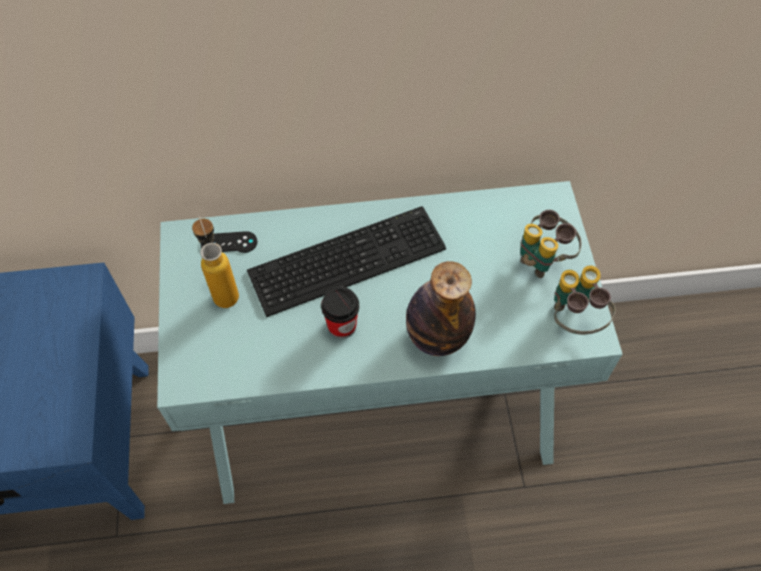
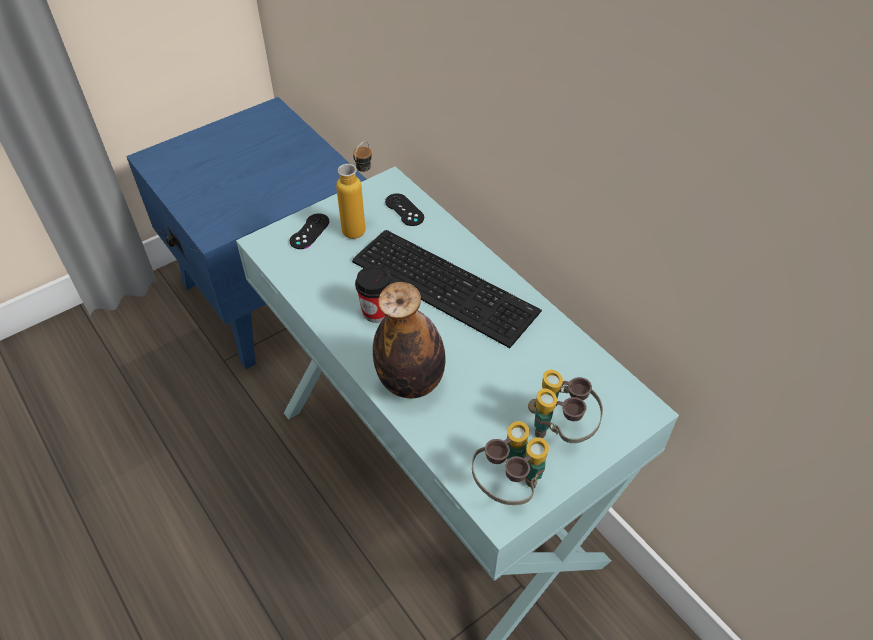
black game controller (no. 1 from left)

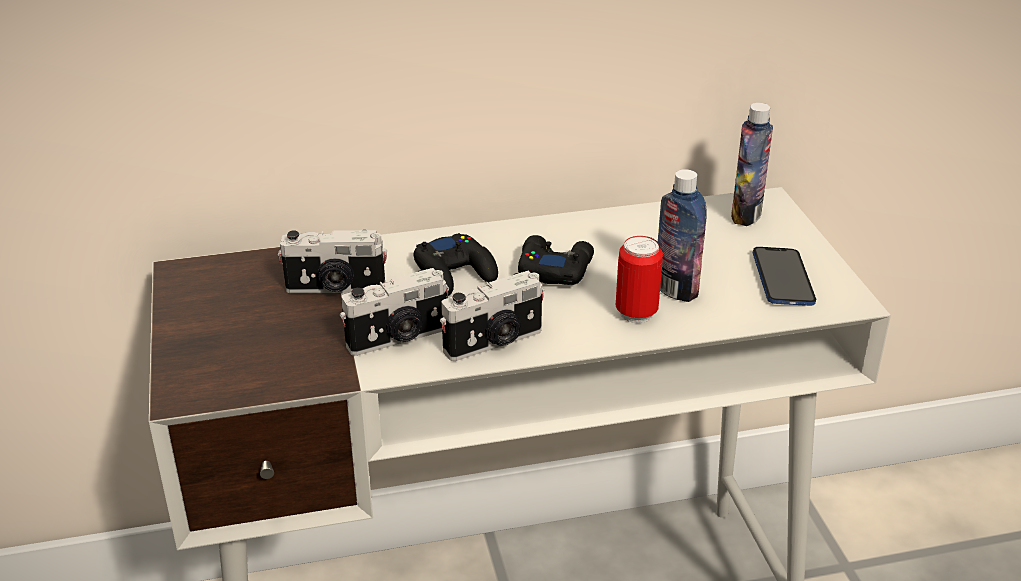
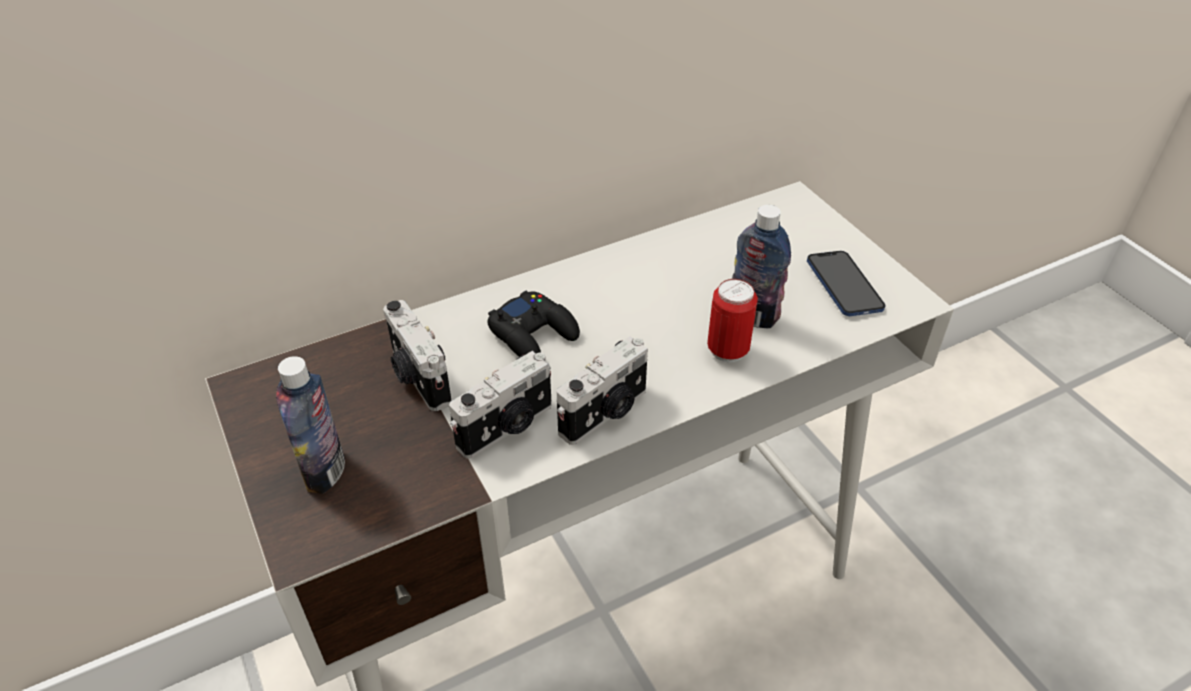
bottle (no. 1 from left)
photo camera (no. 1 from left)
black game controller (no. 2 from left in the first image)

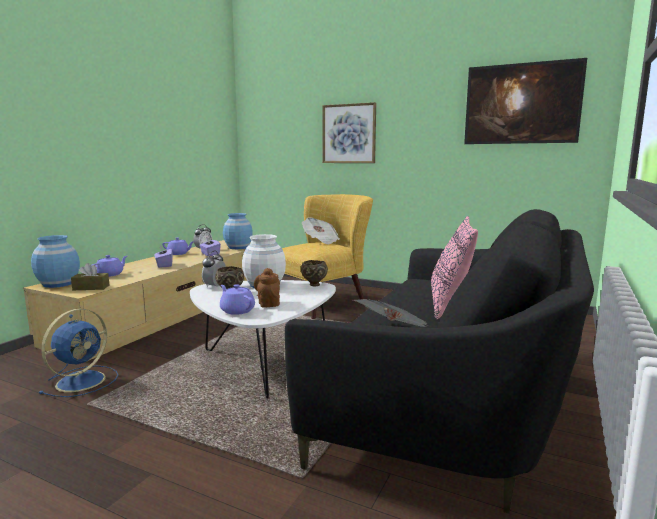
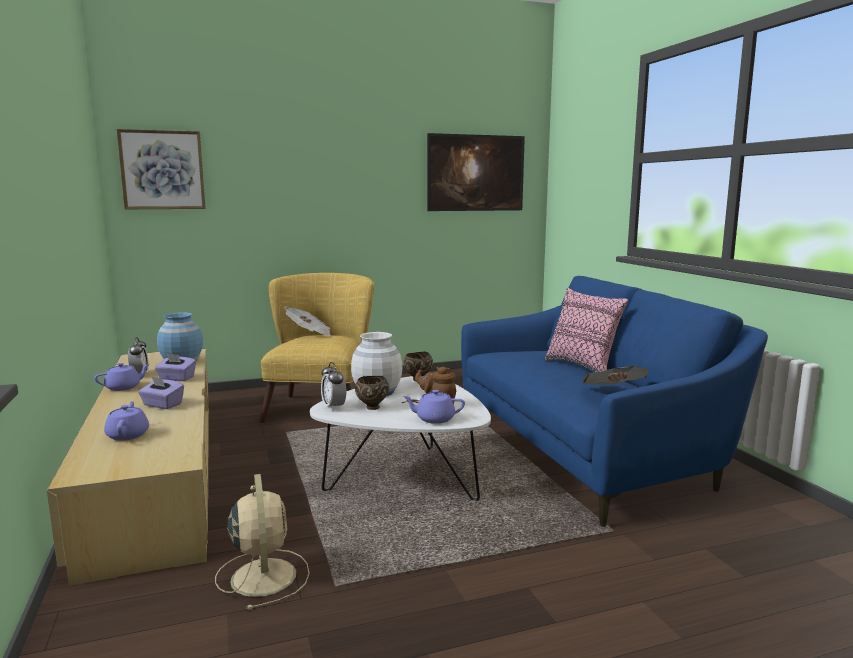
picture (no. 1 from left)
beige fan
blue sofa
blue vase (no. 1 from left in the first image)
brown tissue box

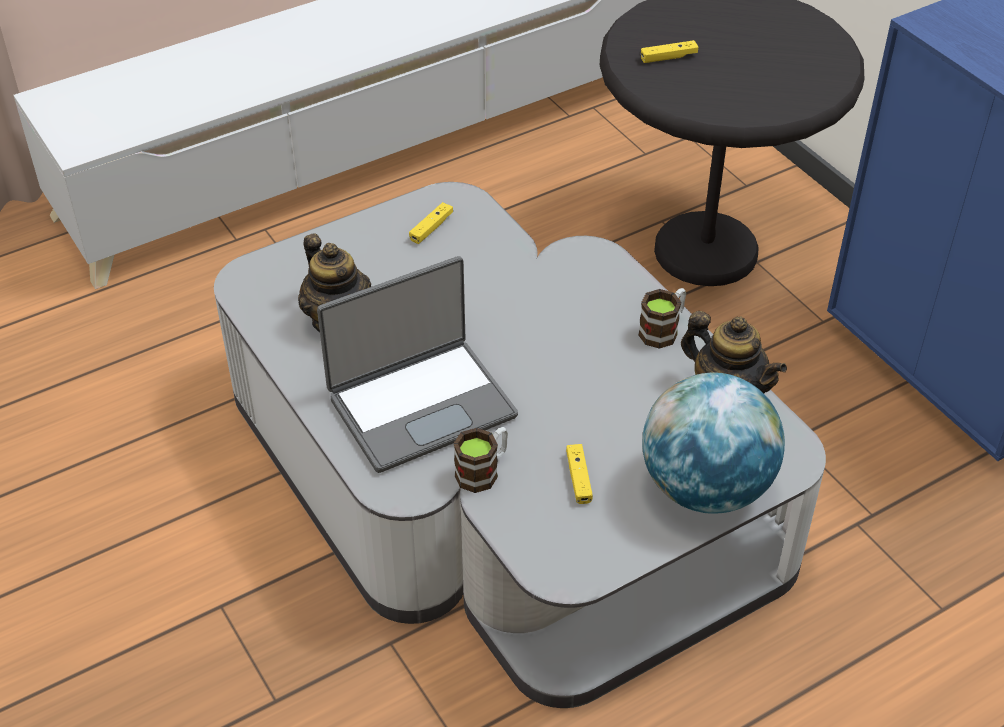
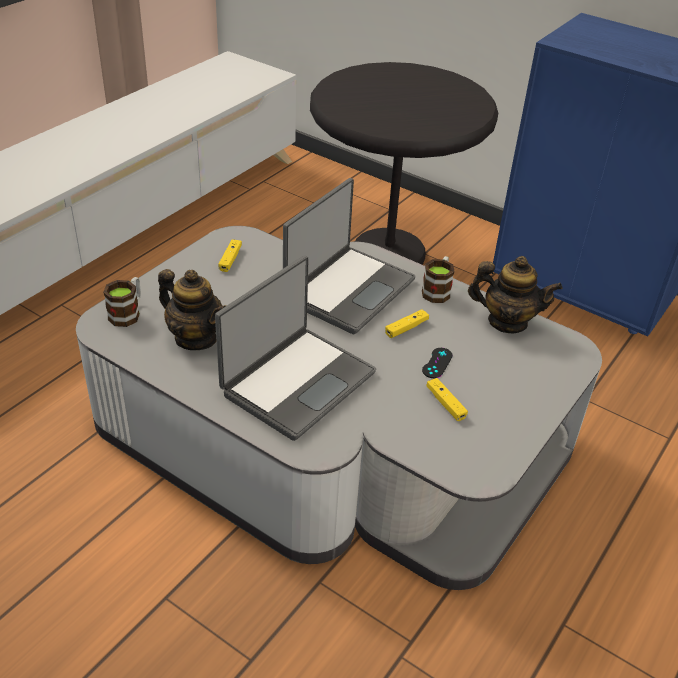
mug (no. 1 from left)
laptop (no. 2 from left)
yellow game controller (no. 2 from left)
black game controller
globe

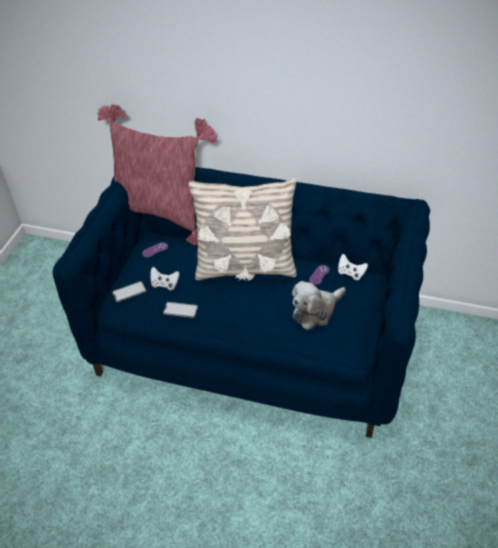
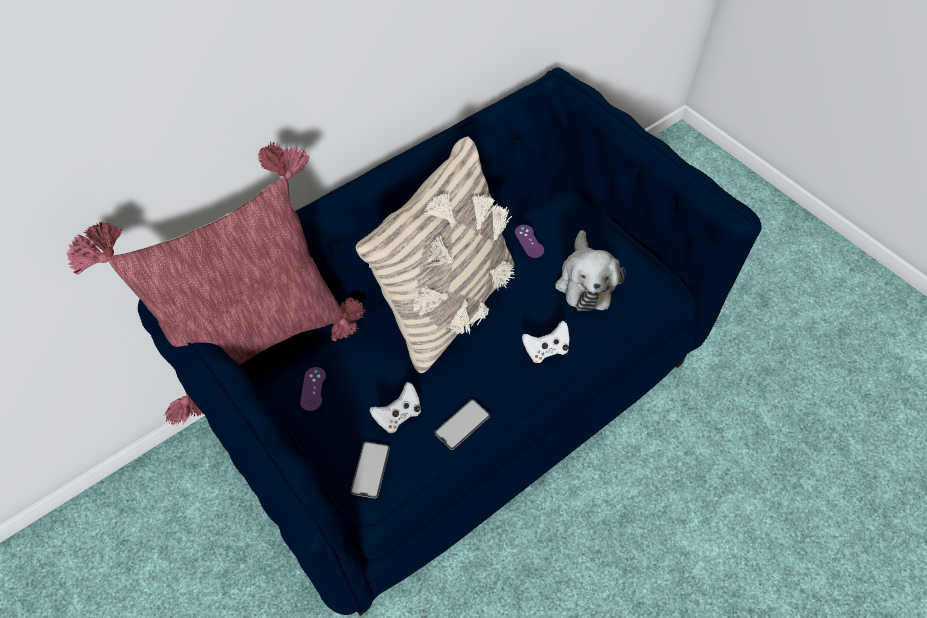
white game controller (no. 2 from left)

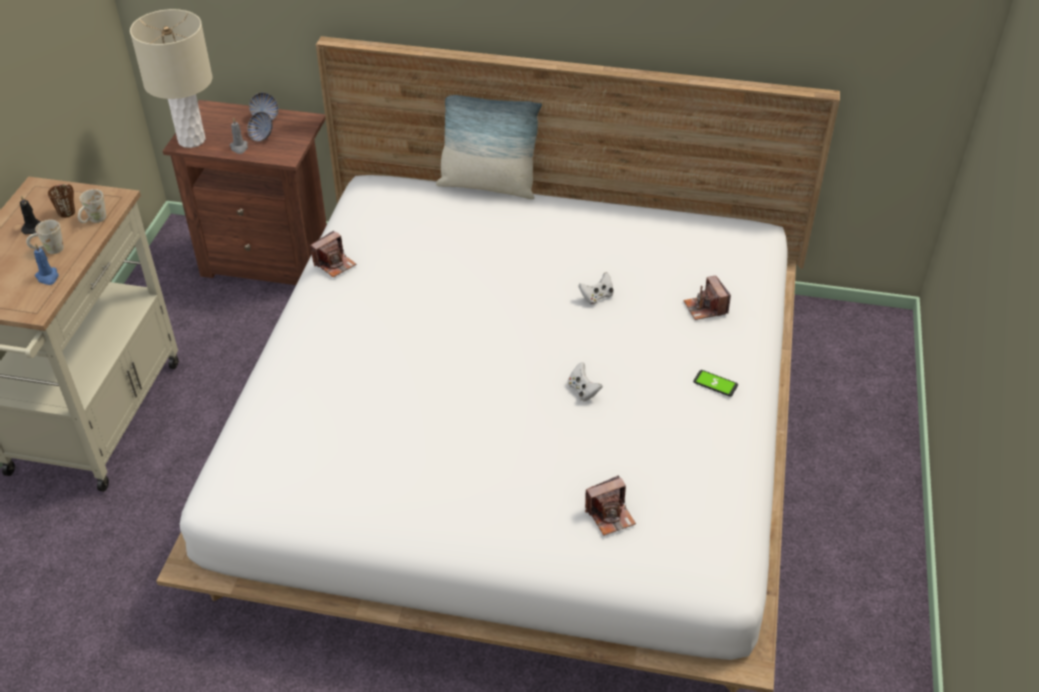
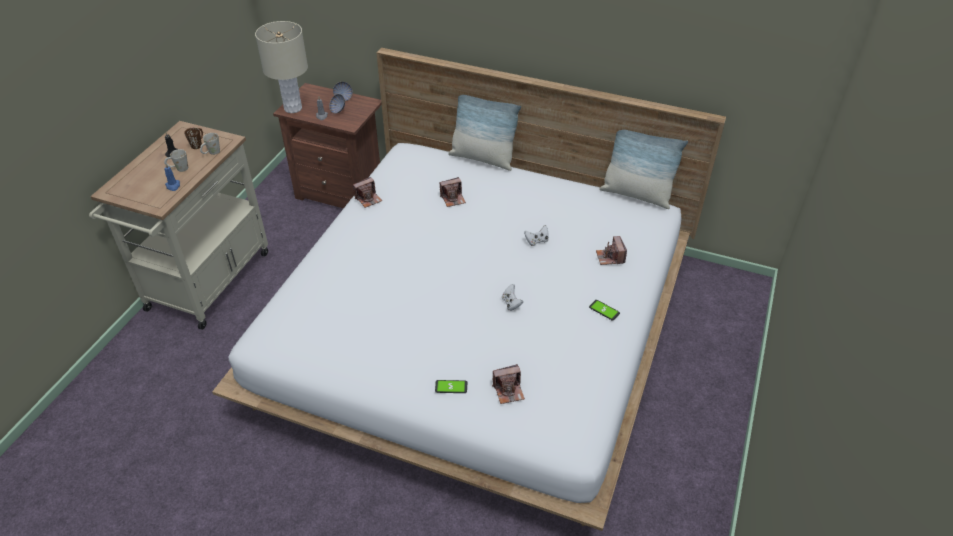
phone (no. 1 from left)
photo camera (no. 2 from left)
pillow (no. 2 from left)

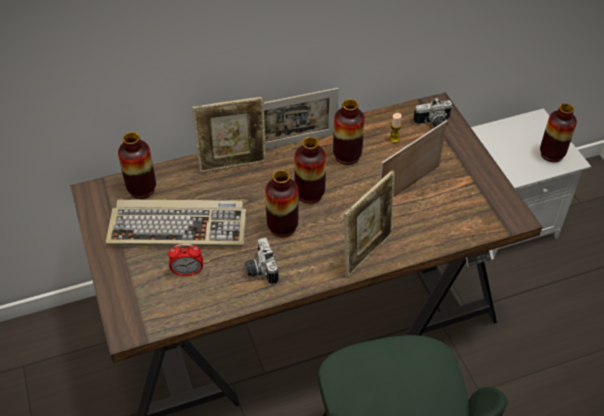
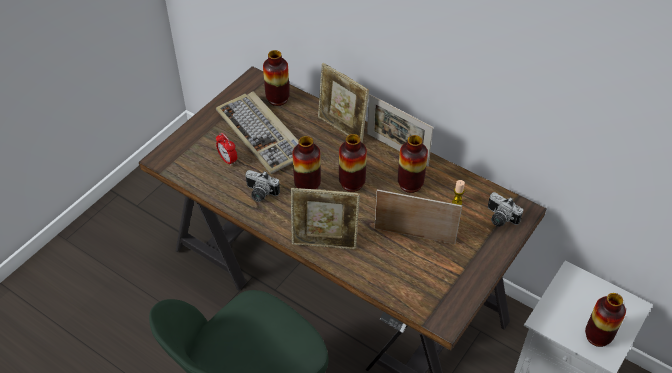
photo camera (no. 1 from left)

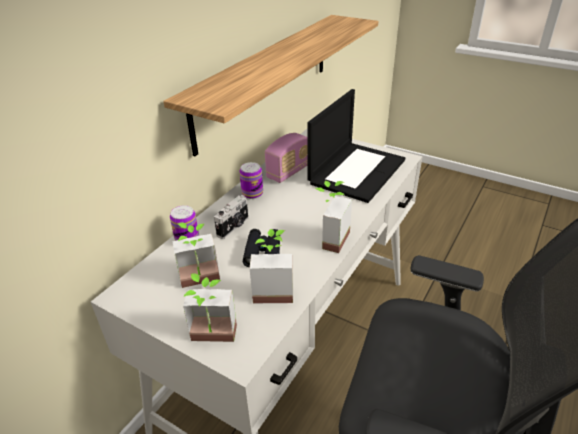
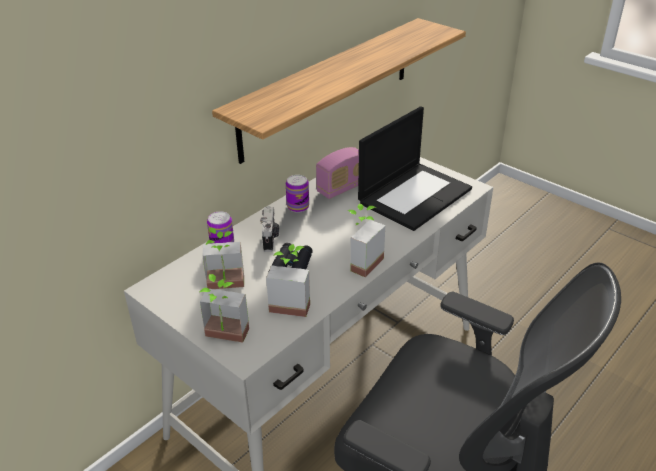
photo camera

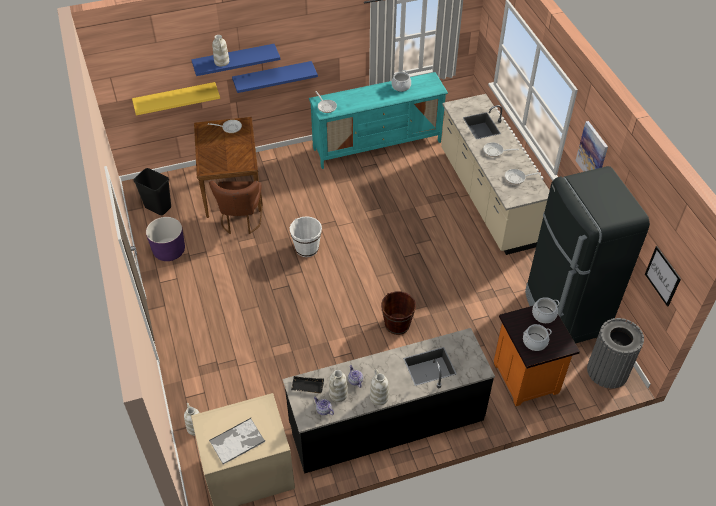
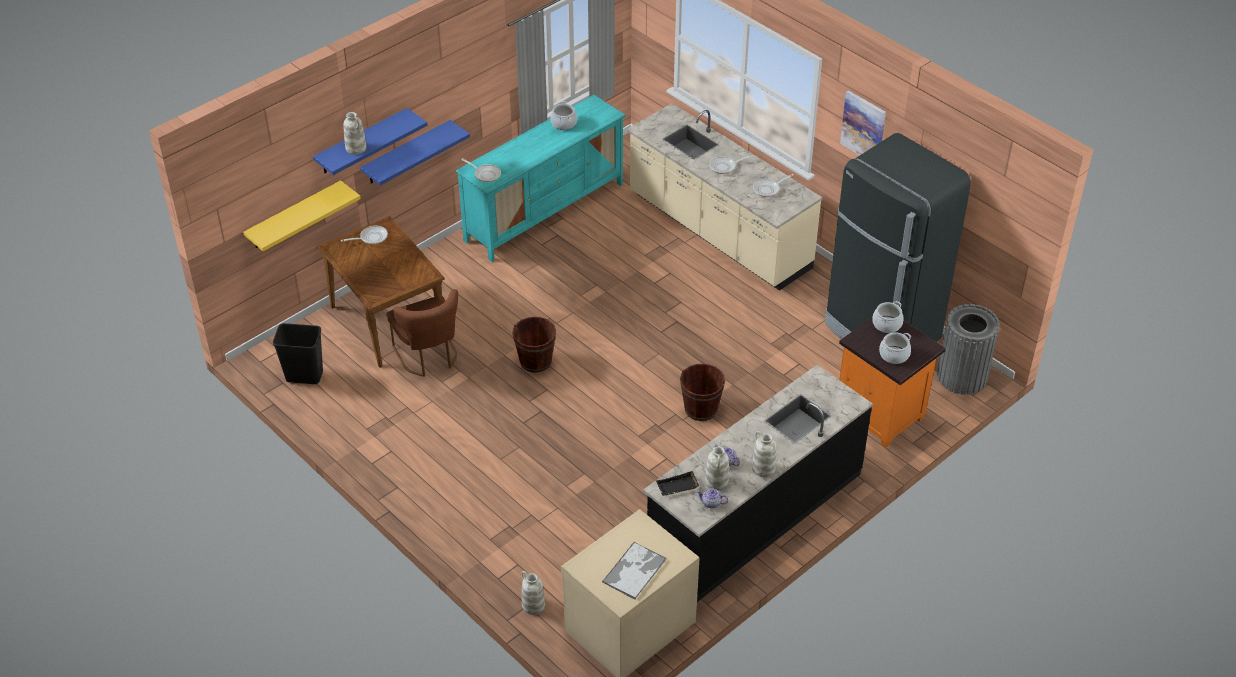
brown bucket (no. 1 from left)
purple planter
picture (no. 2 from left in the first image)

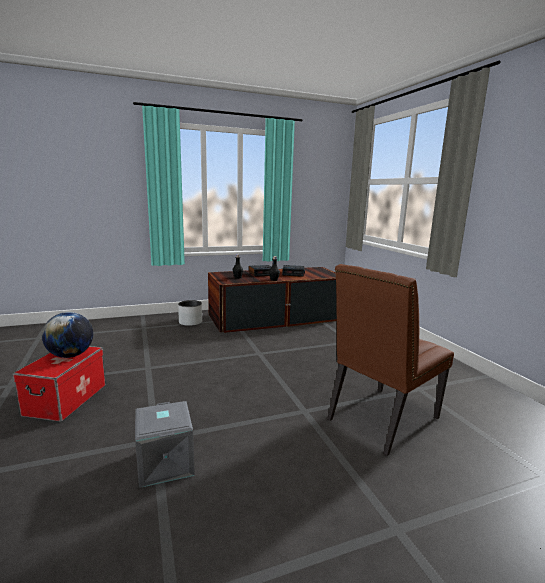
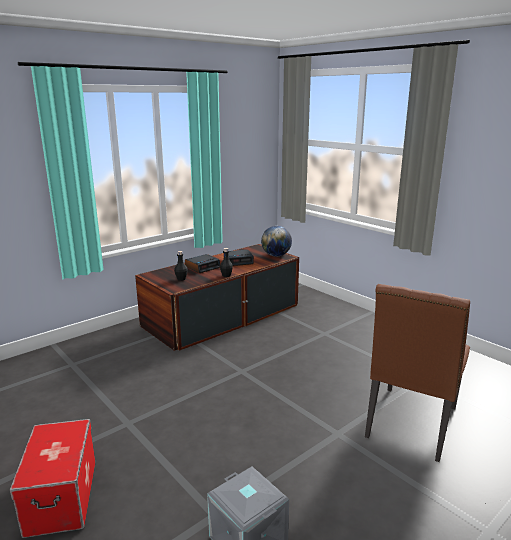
globe
grey planter

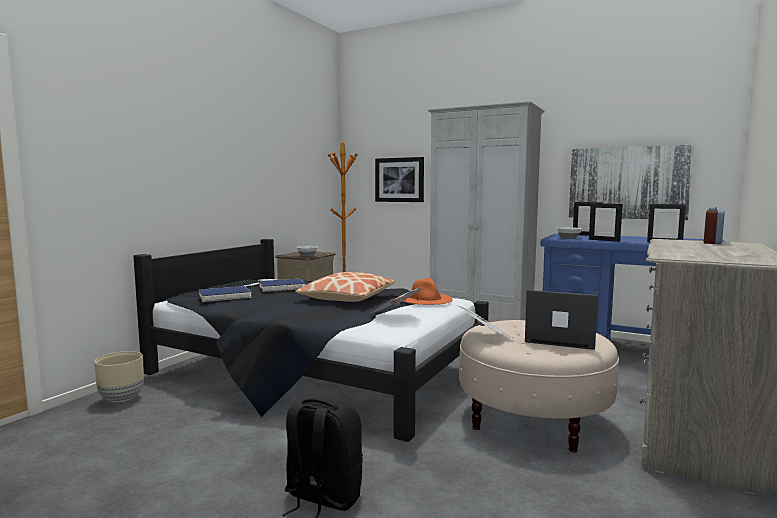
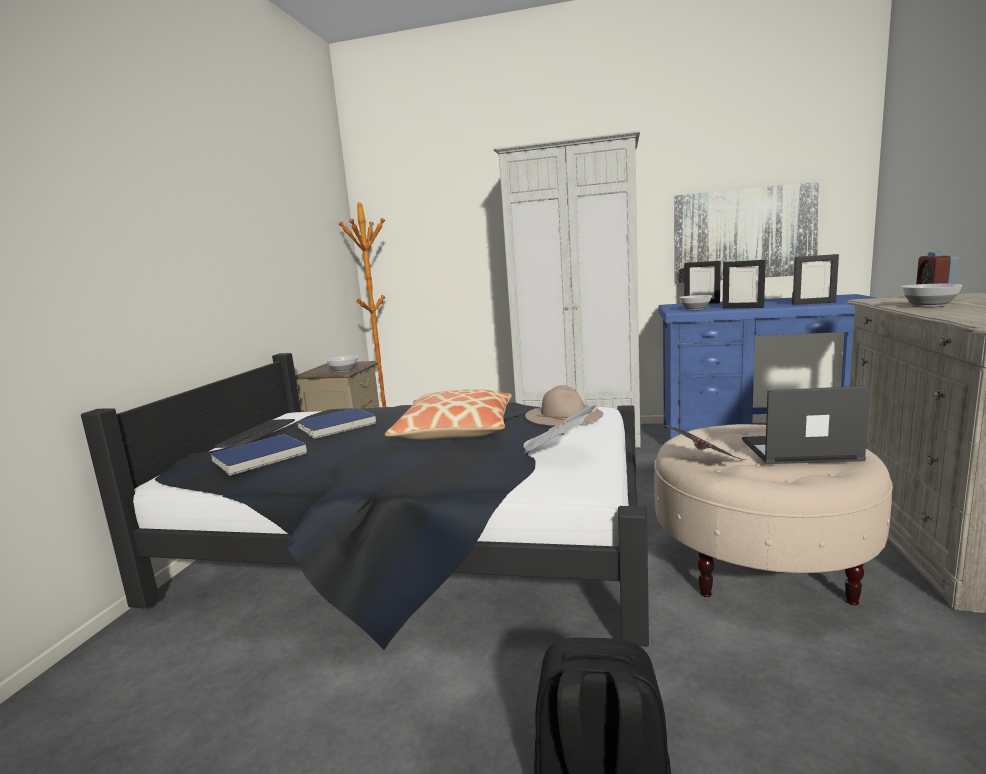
beige hat
bowl (no. 3 from left)
beige planter
picture (no. 1 from left in the first image)

